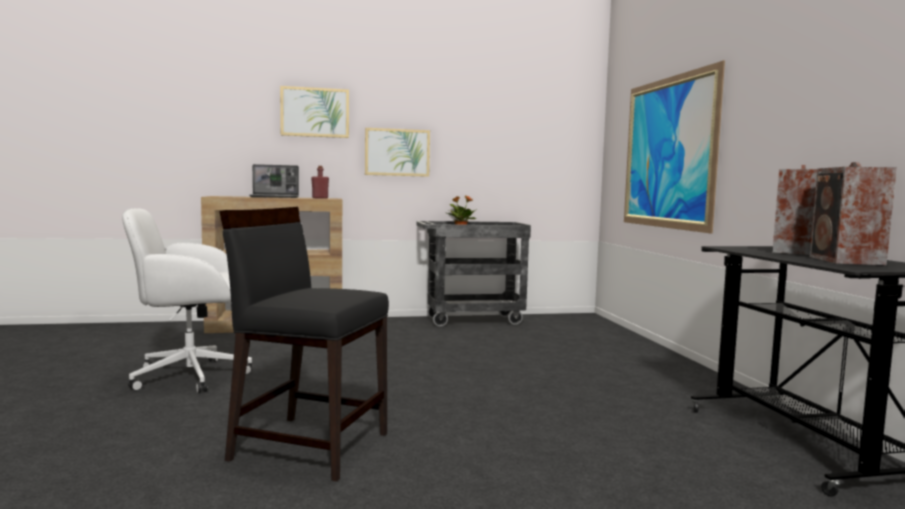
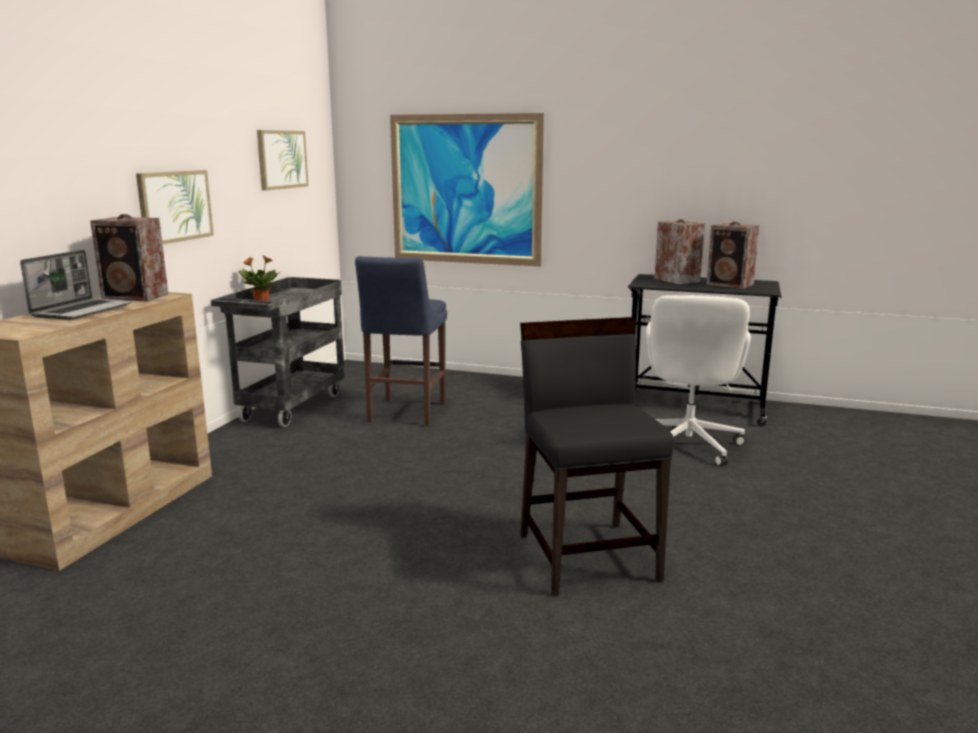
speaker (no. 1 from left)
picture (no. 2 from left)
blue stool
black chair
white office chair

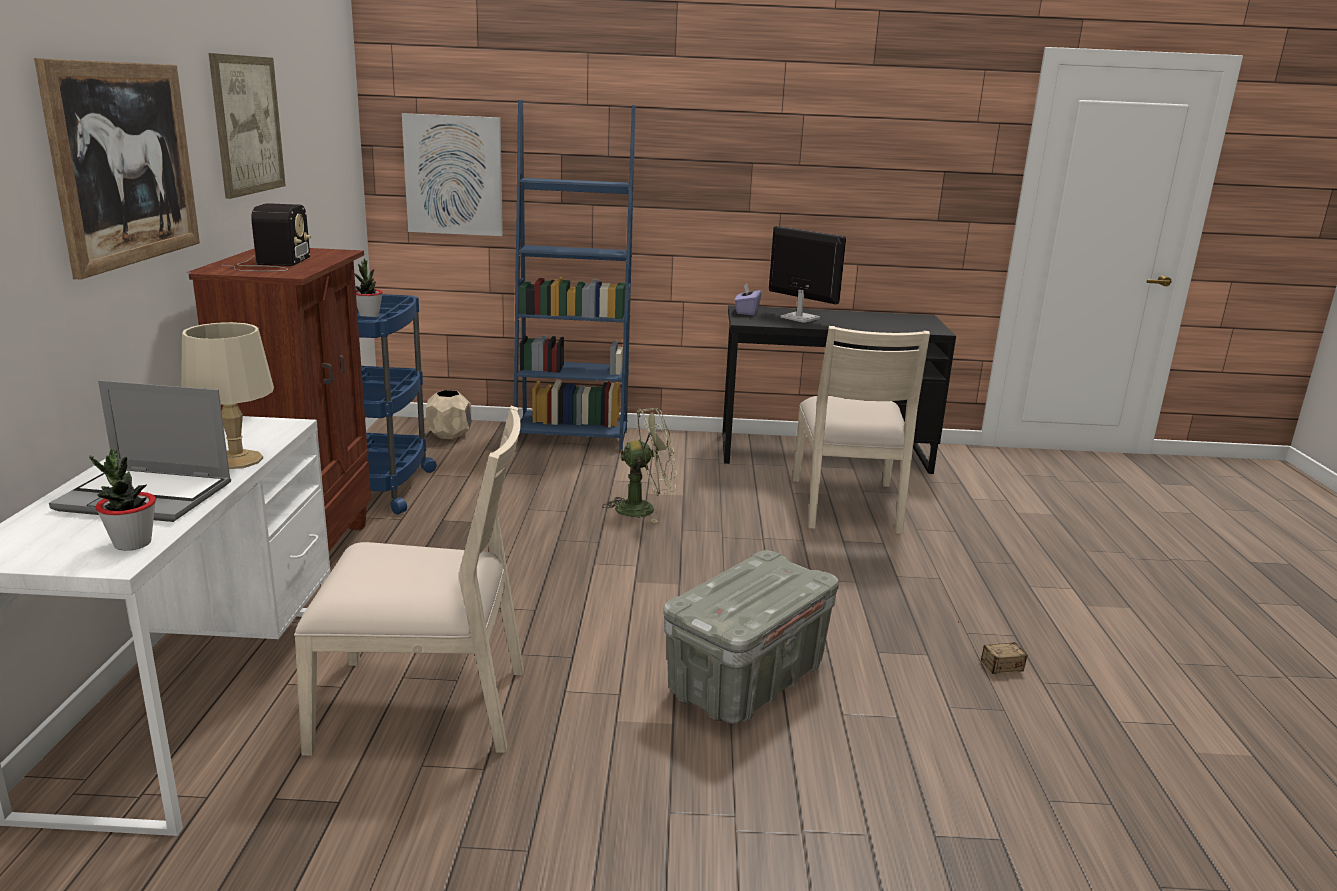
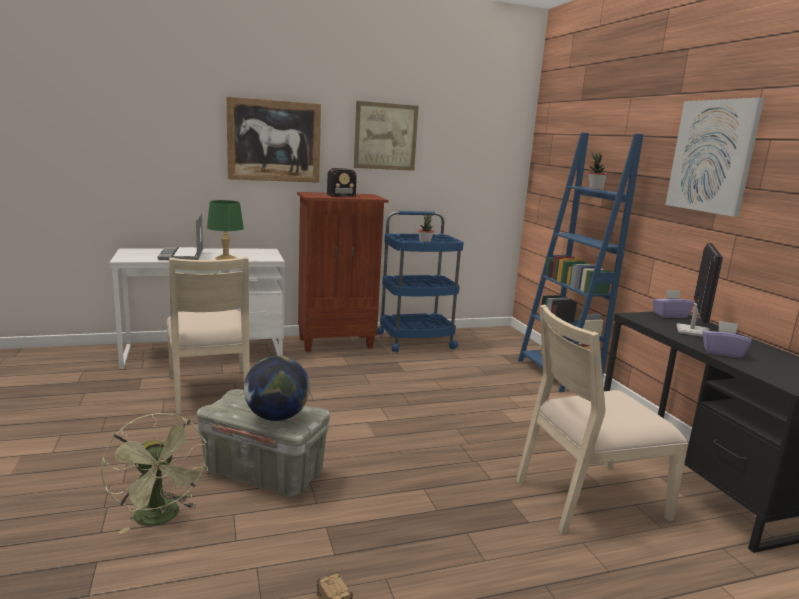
green fan
green table lamp
globe
potted plant (no. 2 from left)
picture (no. 3 from left)
purple tissue box (no. 2 from left)
beige planter

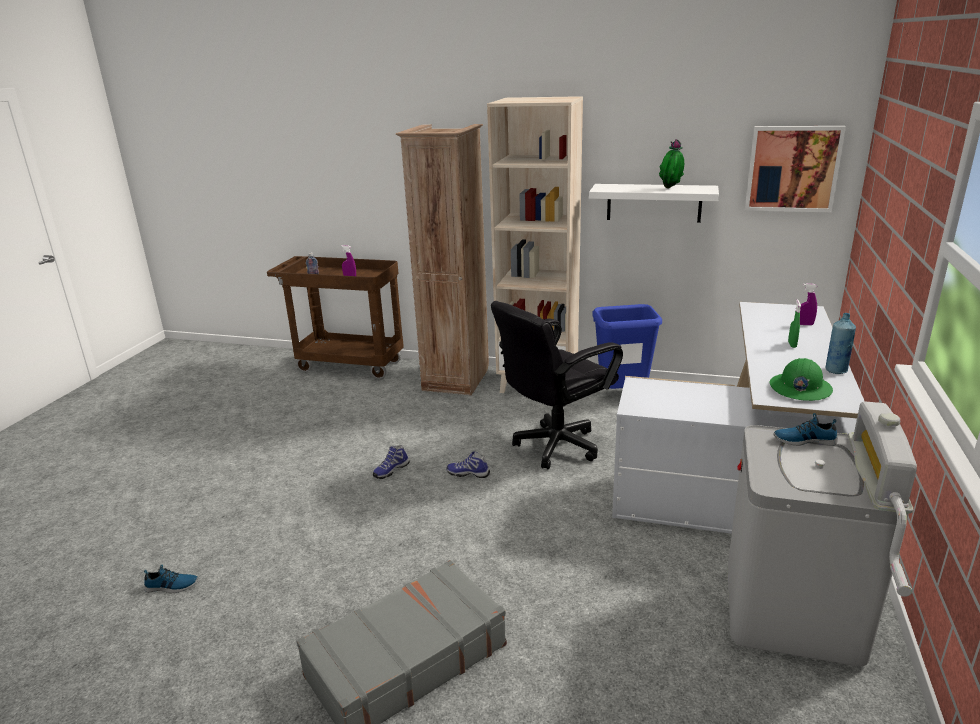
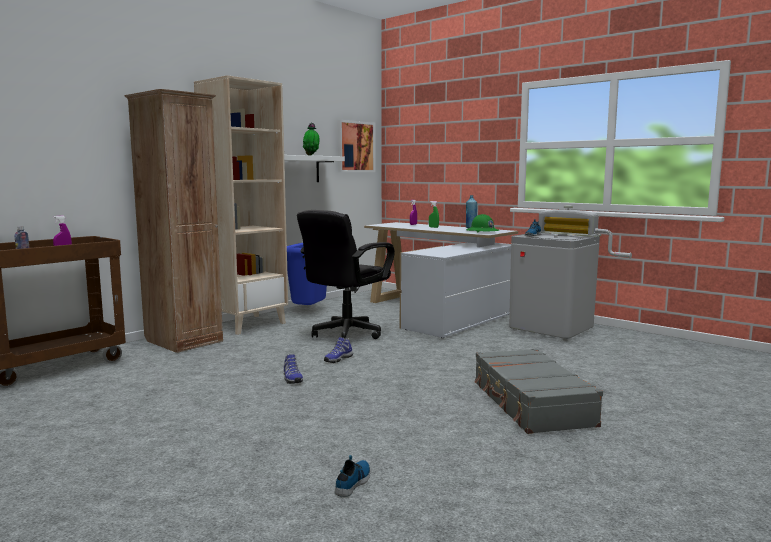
black office chair

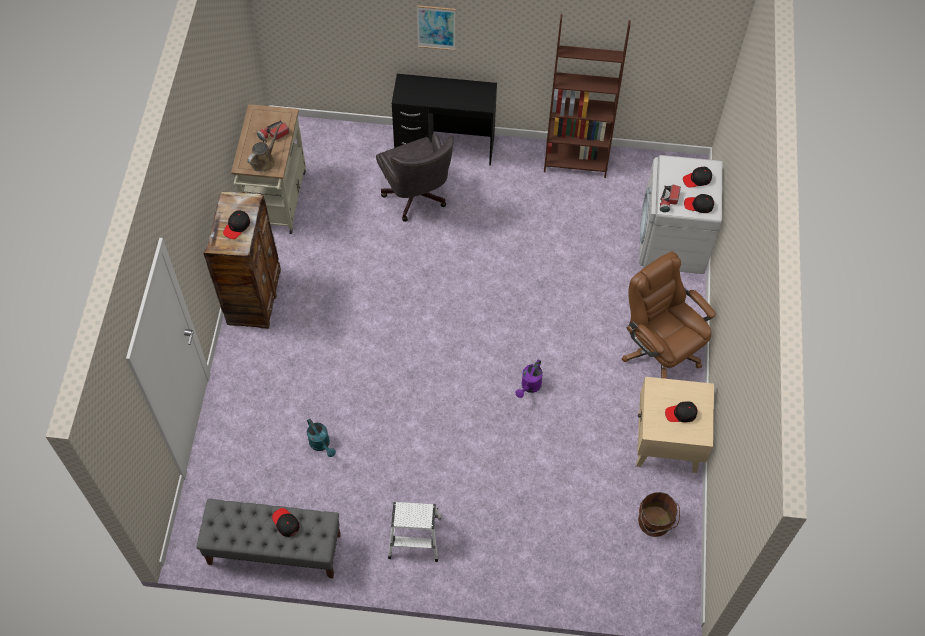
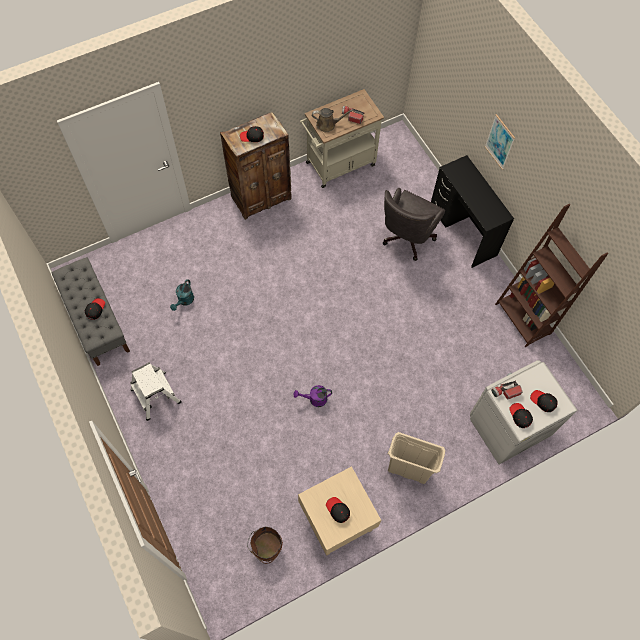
beige trash can

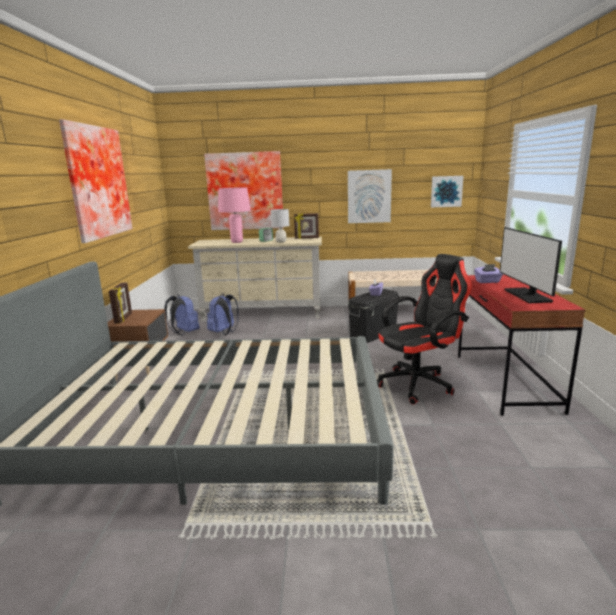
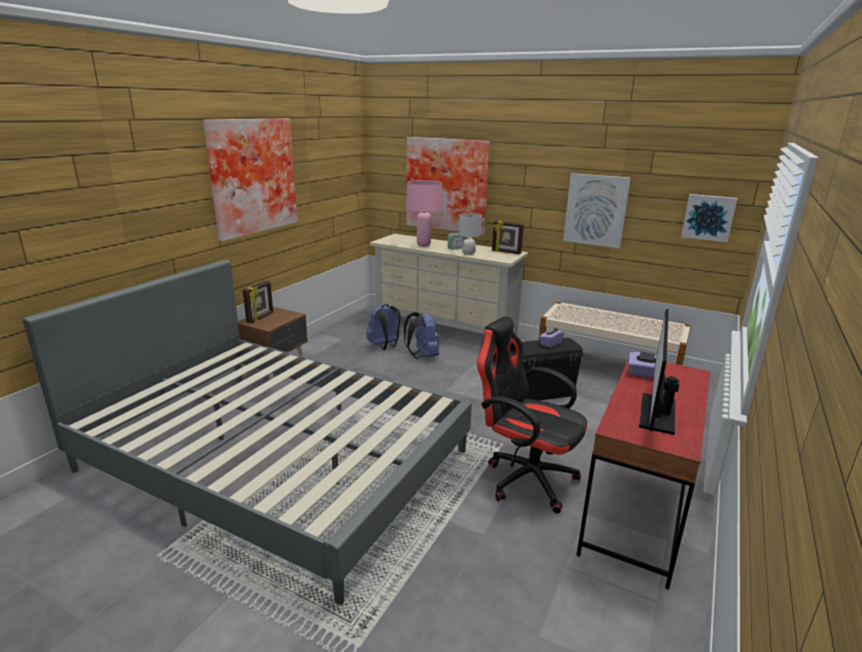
blue backpack (no. 2 from left)
black office chair

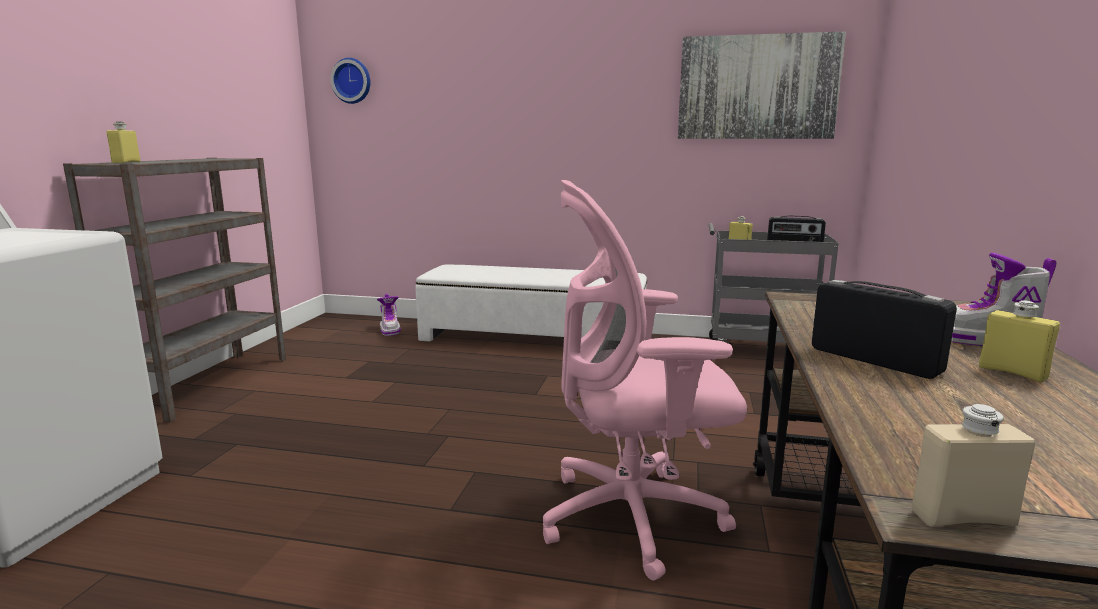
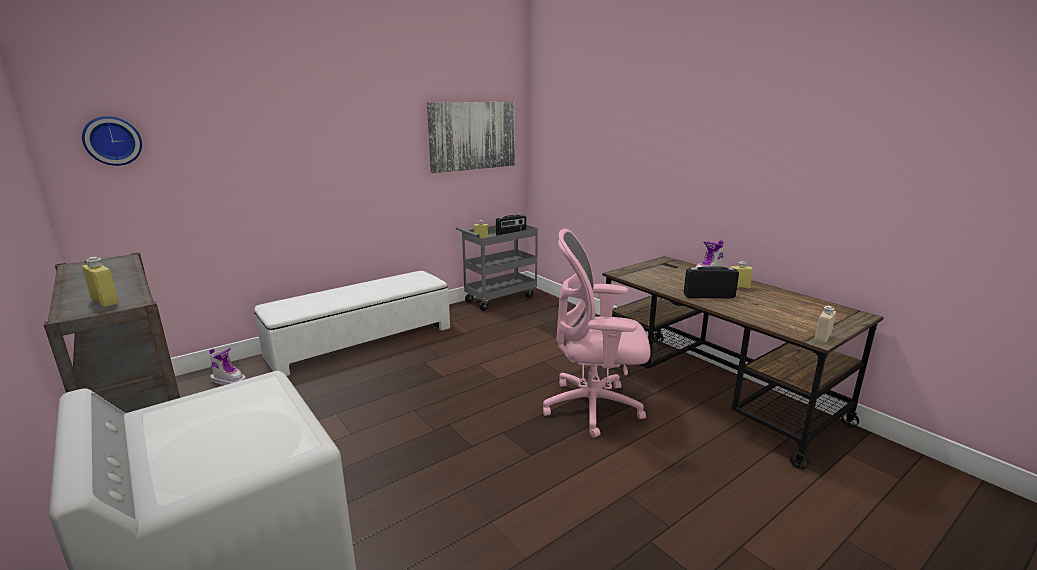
pink office chair

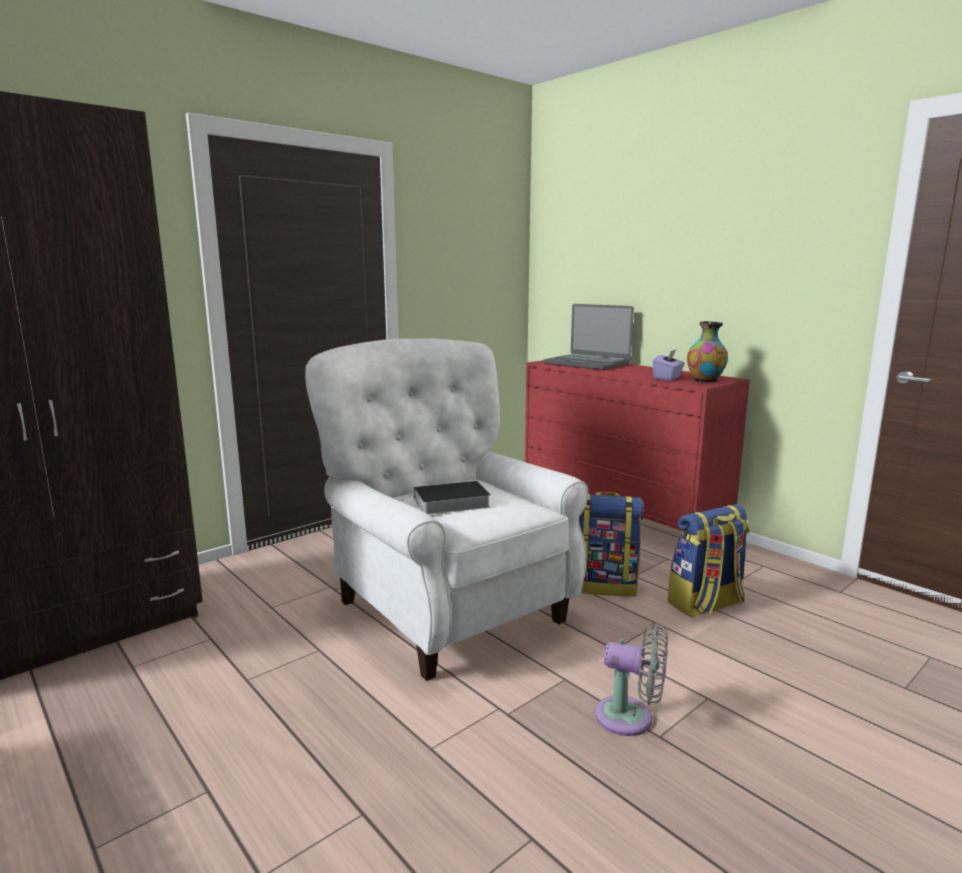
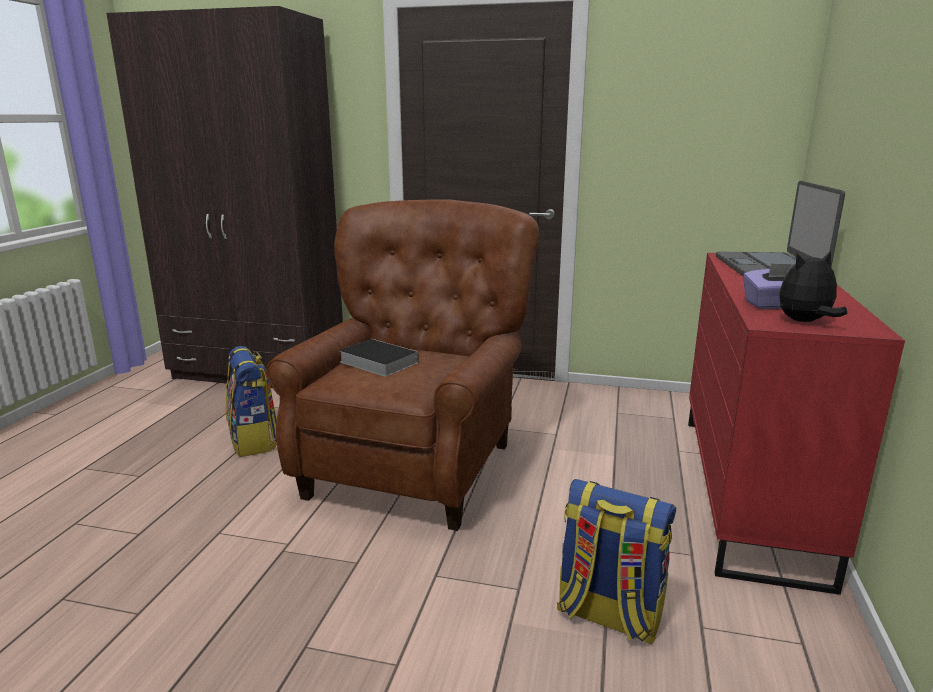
backpack (no. 1 from left)
brown armchair
plush toy
grey fan

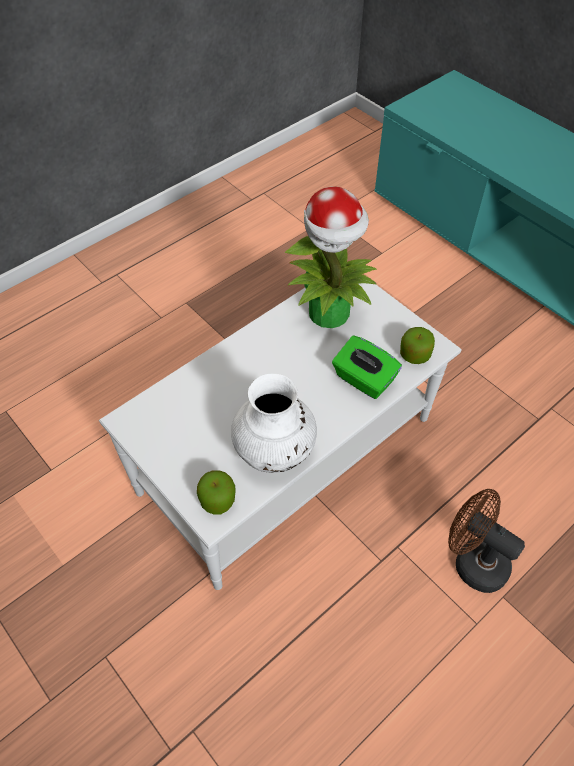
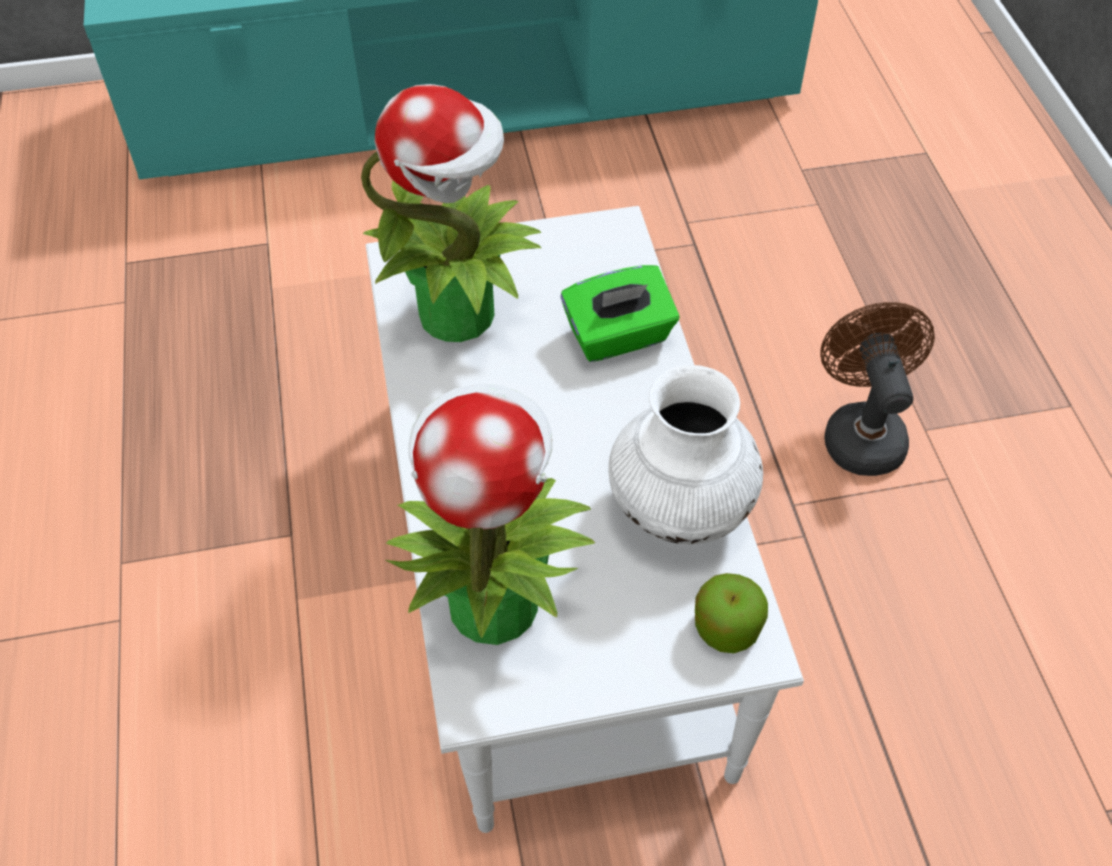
potted plant (no. 2 from left)
brown fan
apple (no. 2 from left in the first image)

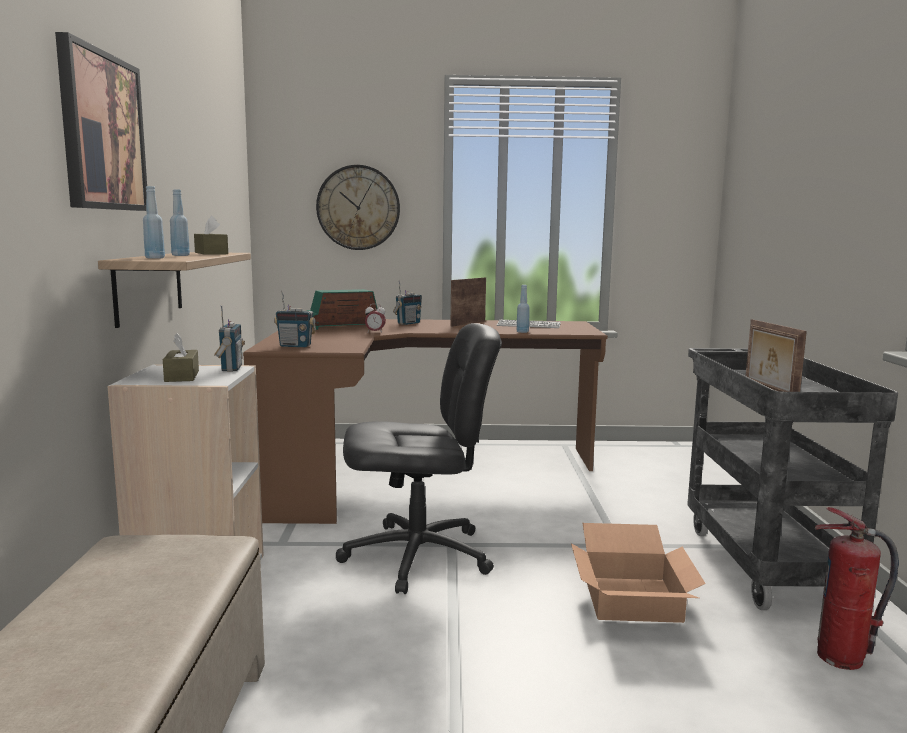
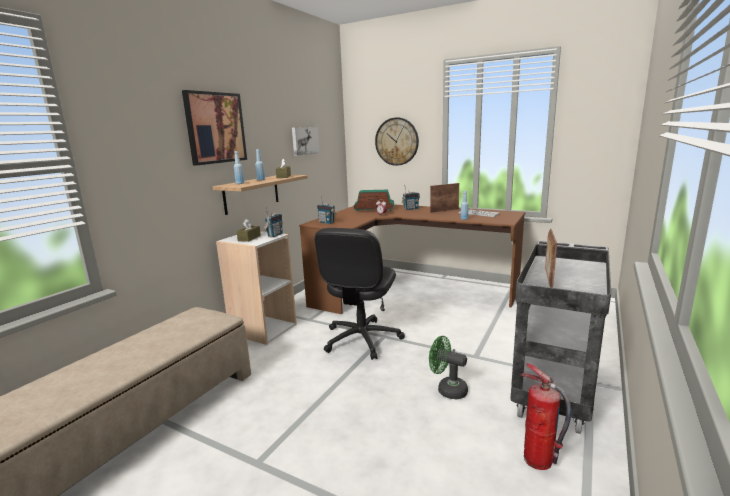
picture (no. 2 from left)
black office chair
green fan

